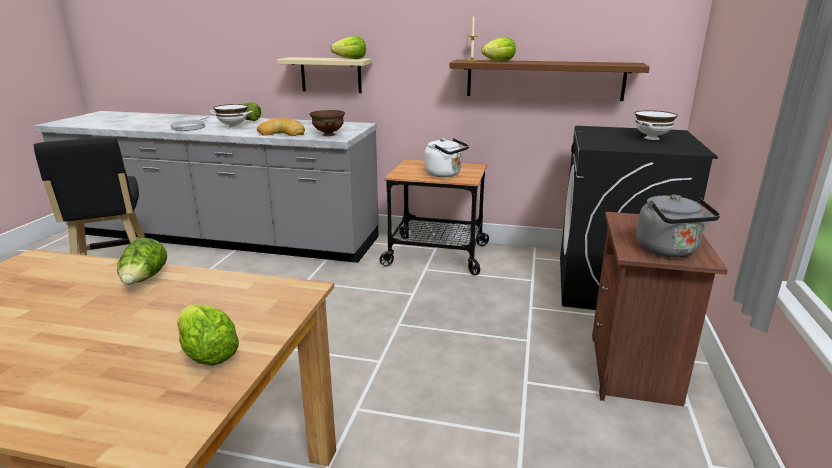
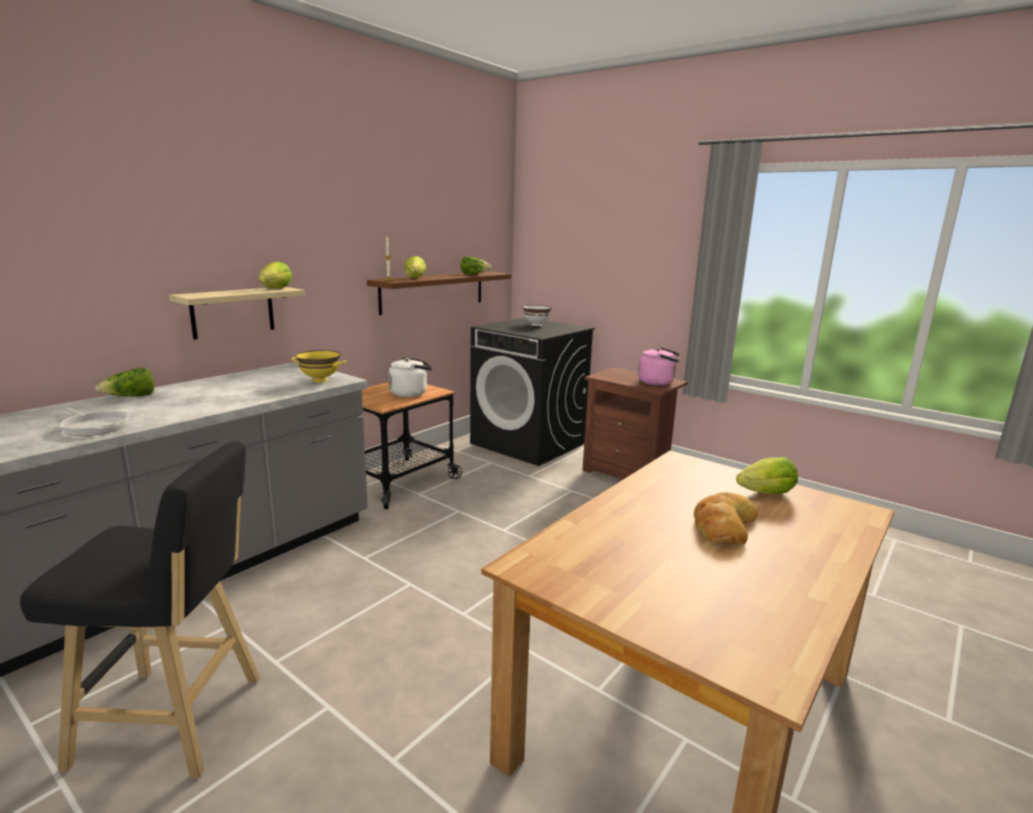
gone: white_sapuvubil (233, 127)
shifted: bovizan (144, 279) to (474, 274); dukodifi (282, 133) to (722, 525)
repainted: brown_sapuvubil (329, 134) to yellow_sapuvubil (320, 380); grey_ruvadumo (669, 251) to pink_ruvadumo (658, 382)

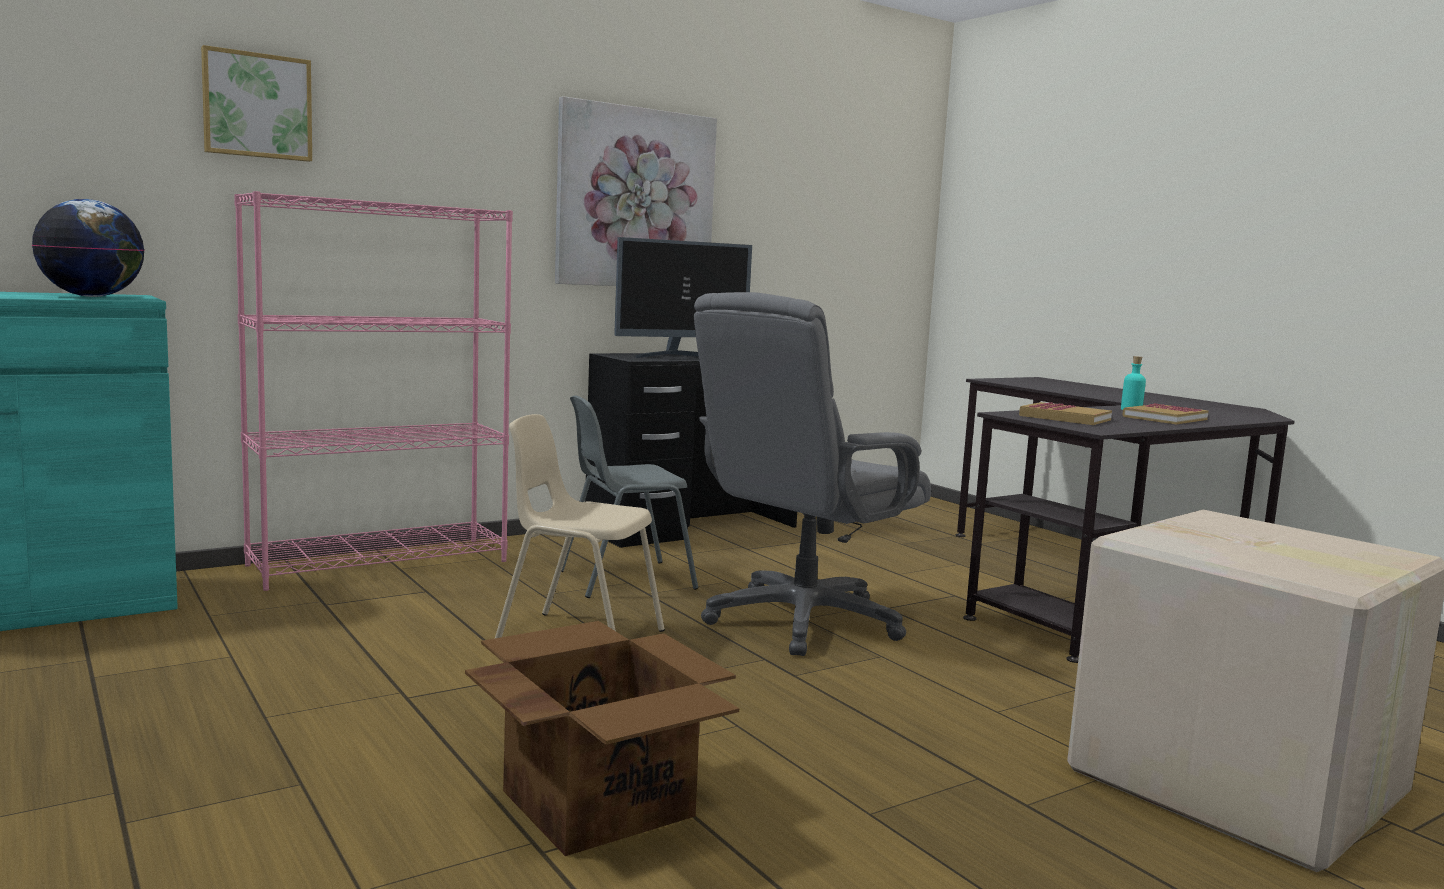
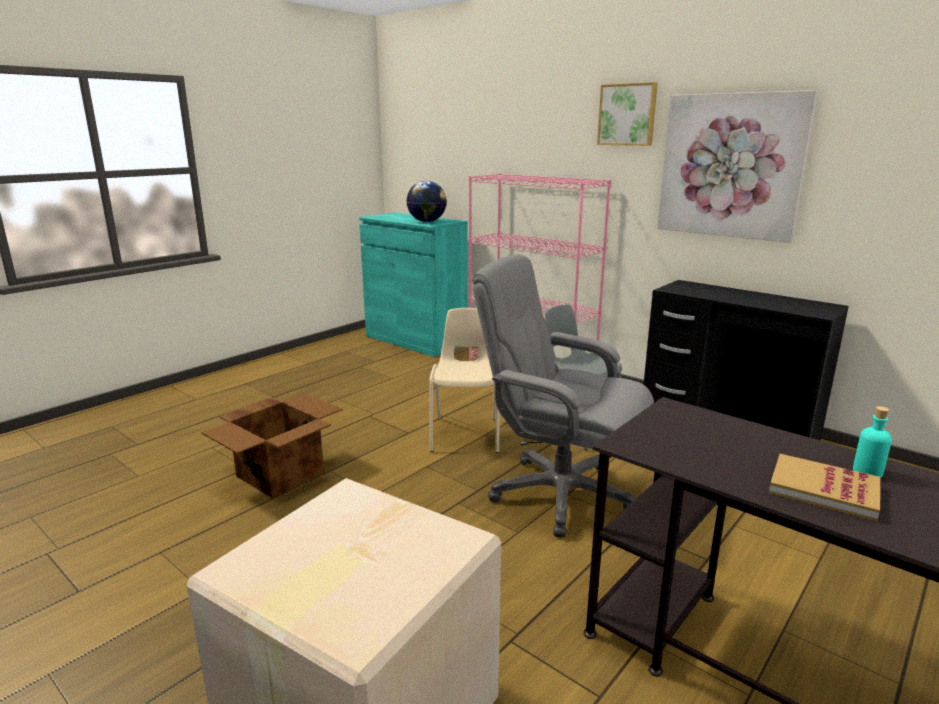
gone: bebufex (679, 356); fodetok (1065, 418)
shifted: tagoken (257, 106) to (627, 115)

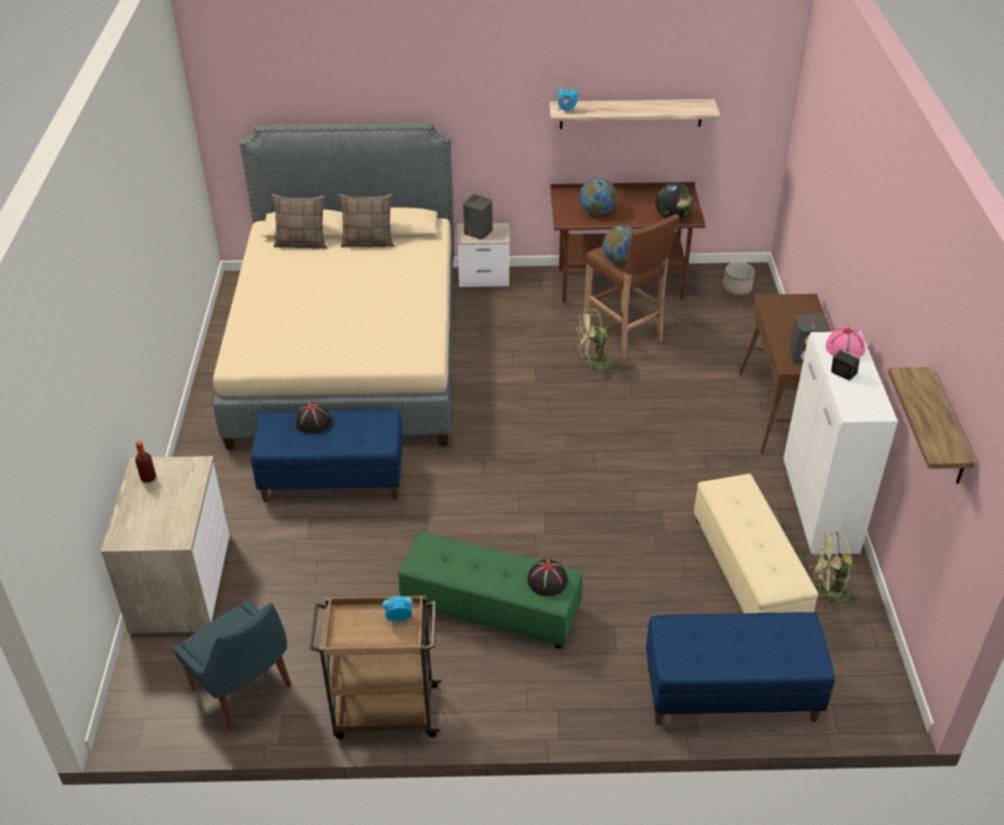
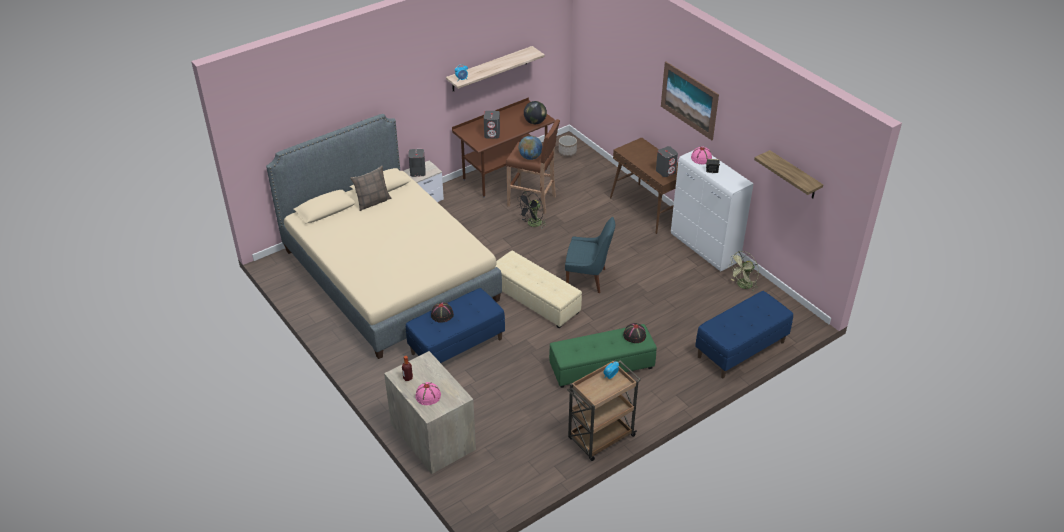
gone: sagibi (302, 243)
new: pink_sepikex (428, 396); tagoken (689, 100)
shifted: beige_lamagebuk (749, 570) to (535, 299); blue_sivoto (244, 690) to (588, 279)
swapped: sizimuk (596, 212) to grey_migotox (492, 134)
repainted: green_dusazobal (593, 365) to black_dusazobal (532, 224)

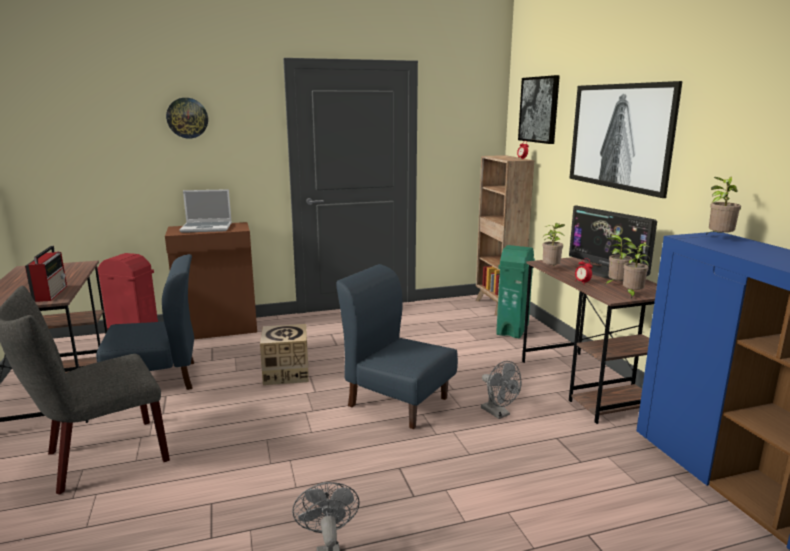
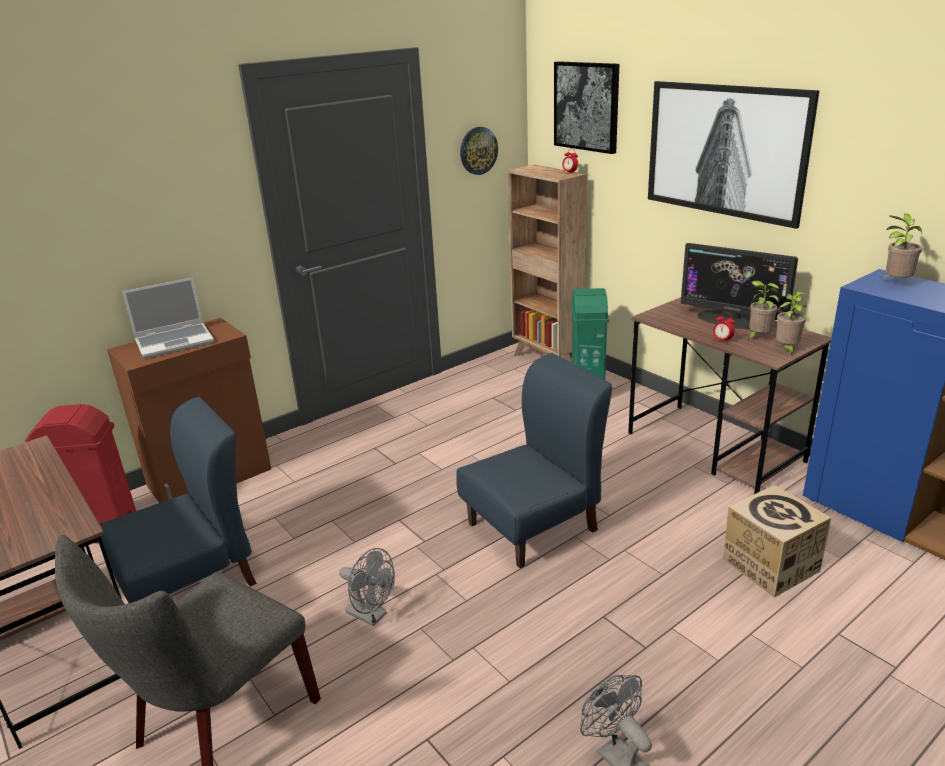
gone: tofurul (51, 293); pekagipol (551, 269)
shifted: grey_dusazobal (498, 413) to (371, 615); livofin (187, 118) to (478, 150); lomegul (286, 373) to (770, 565)
rotated: blue_sivoto (397, 401) = (533, 527) 135 degrees clockwise

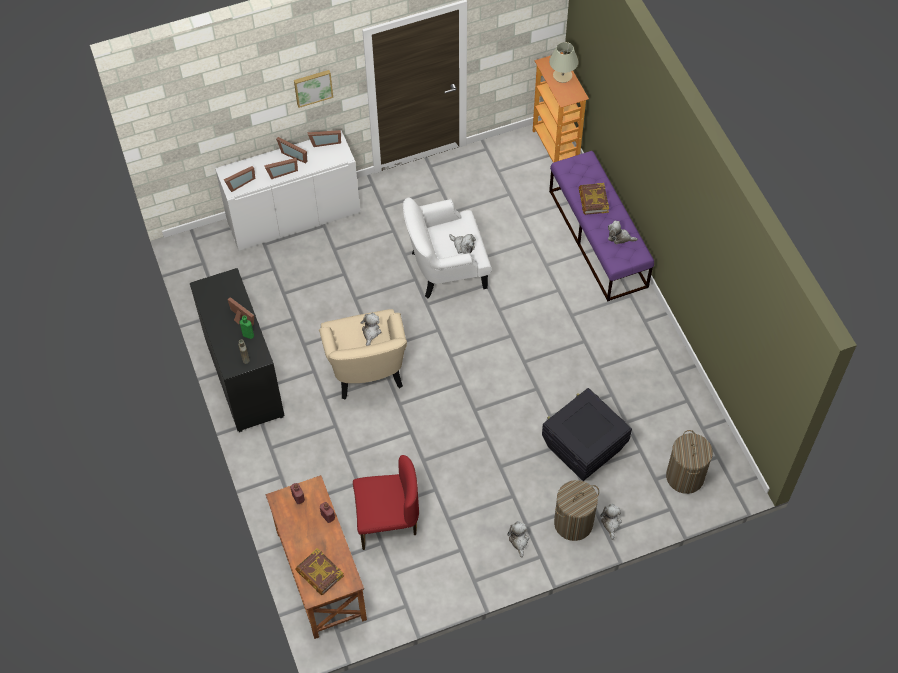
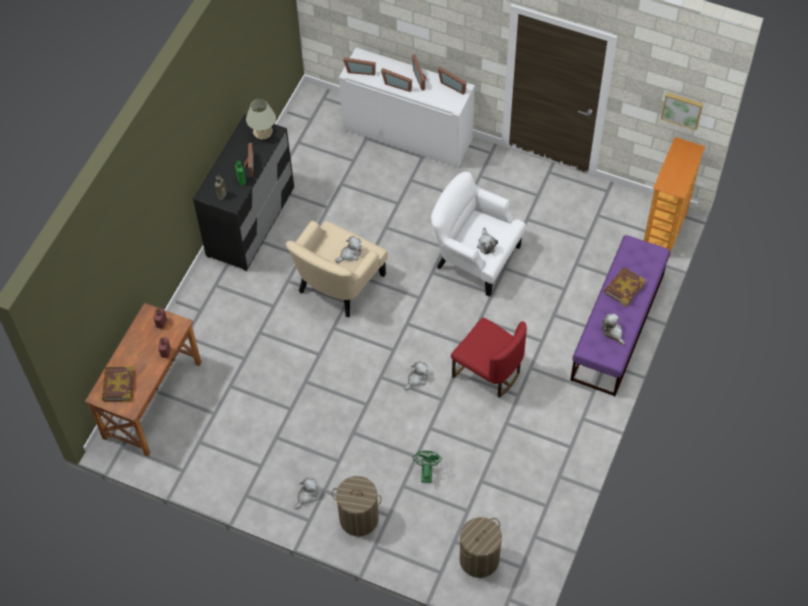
shifted: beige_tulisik (562, 76) to (262, 132); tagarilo (611, 523) to (416, 379); red_sivoto (387, 521) to (488, 372); tagoken (313, 87) to (682, 109)
swapped: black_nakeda (583, 448) to green_dusazobal (426, 472)

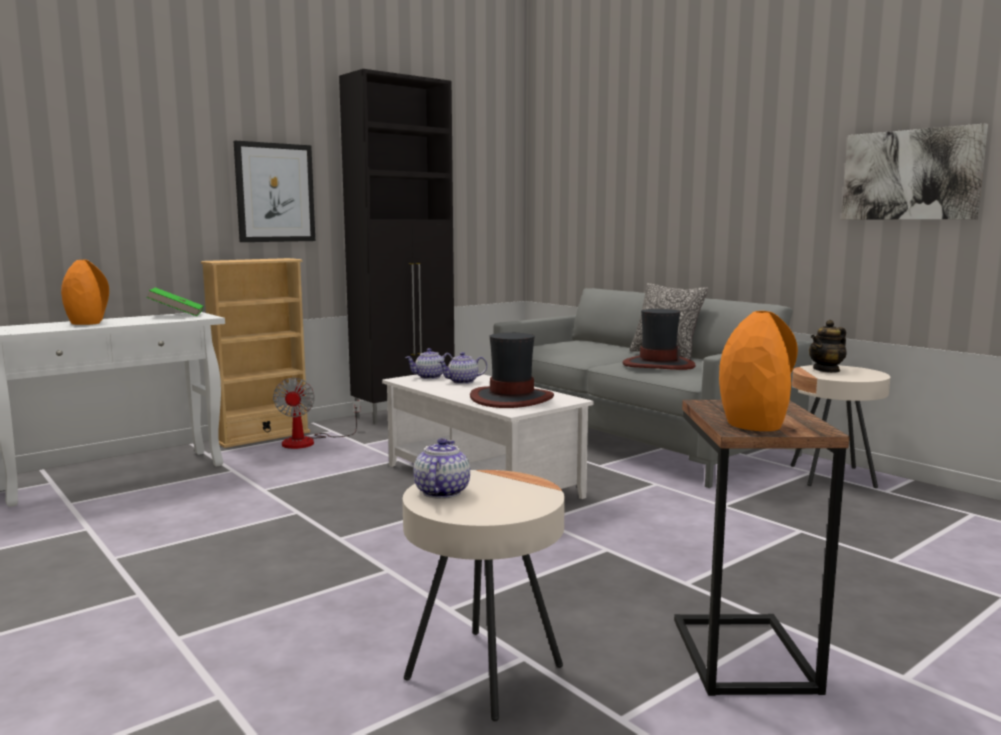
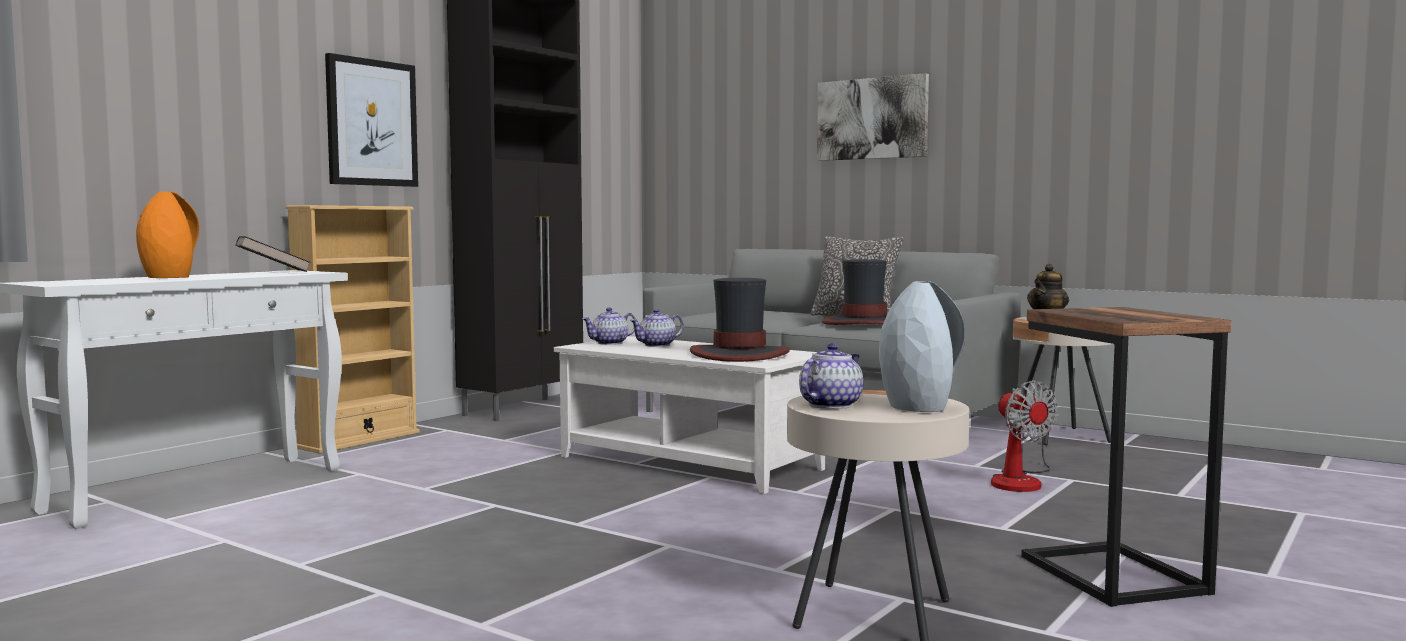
gone: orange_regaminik (754, 424)
new: grey_regaminik (919, 407)
shifted: tagoken (911, 175) to (872, 119); dusazobal (308, 441) to (1020, 481)
repainted: green_fodetok (176, 315) to black_fodetok (273, 271)
rotated: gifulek (441, 492) = (830, 405) 45 degrees clockwise

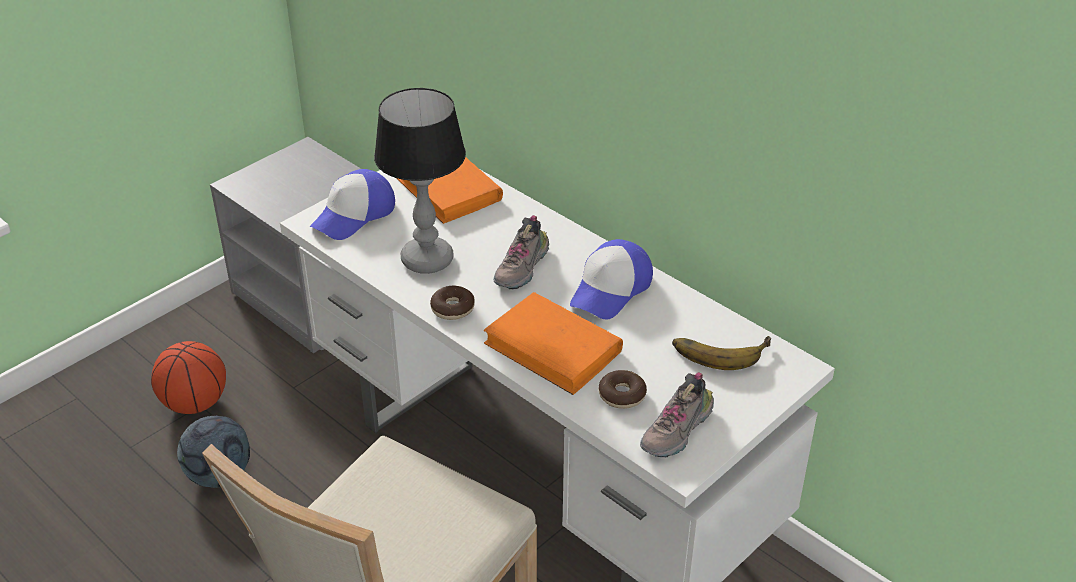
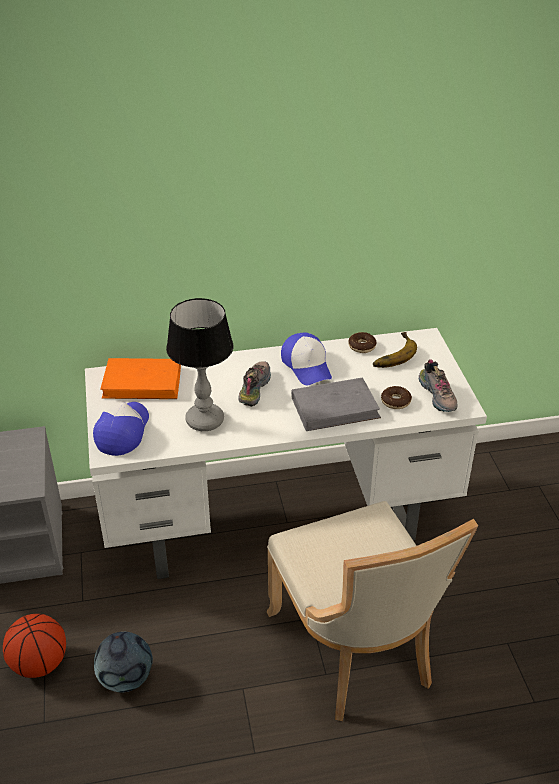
shifted: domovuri (452, 308) to (362, 346)
repainted: orange_fodetok (553, 348) to grey_fodetok (335, 408)
rotated: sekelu (354, 215) = (123, 432) 150 degrees counterclockwise; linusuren (522, 268) = (254, 388) 135 degrees counterclockwise

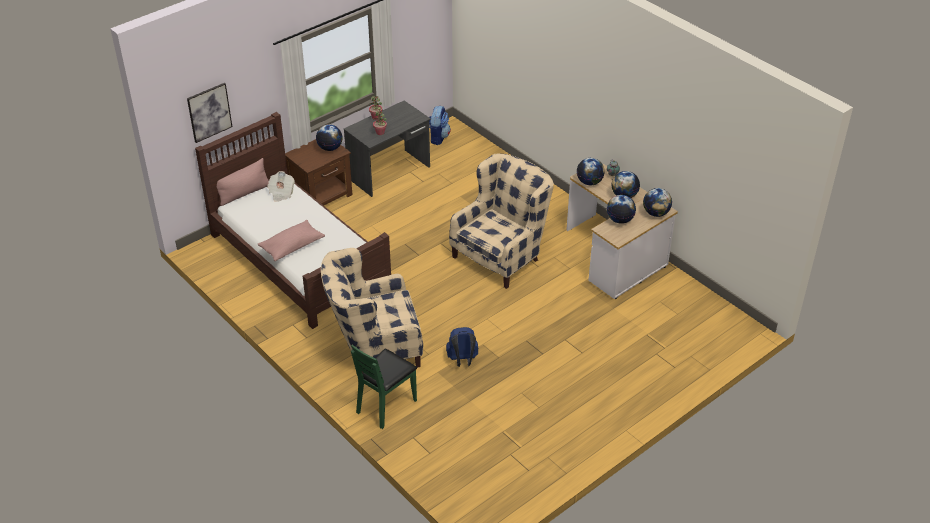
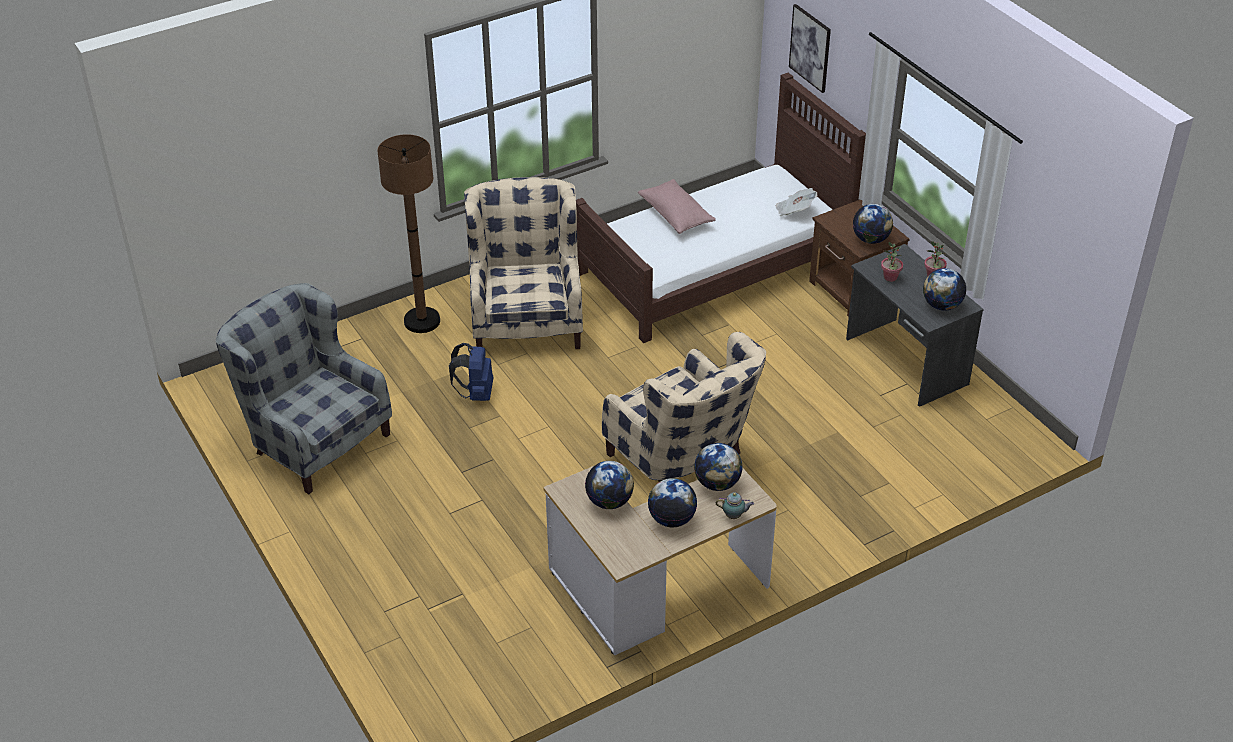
gone: pink_sagibi (244, 193); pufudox (438, 137)
new: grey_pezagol (313, 439)
shifted: sizimuk (656, 213) to (941, 305)
swapped: green_sivoto (386, 405) to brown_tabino (422, 321)

